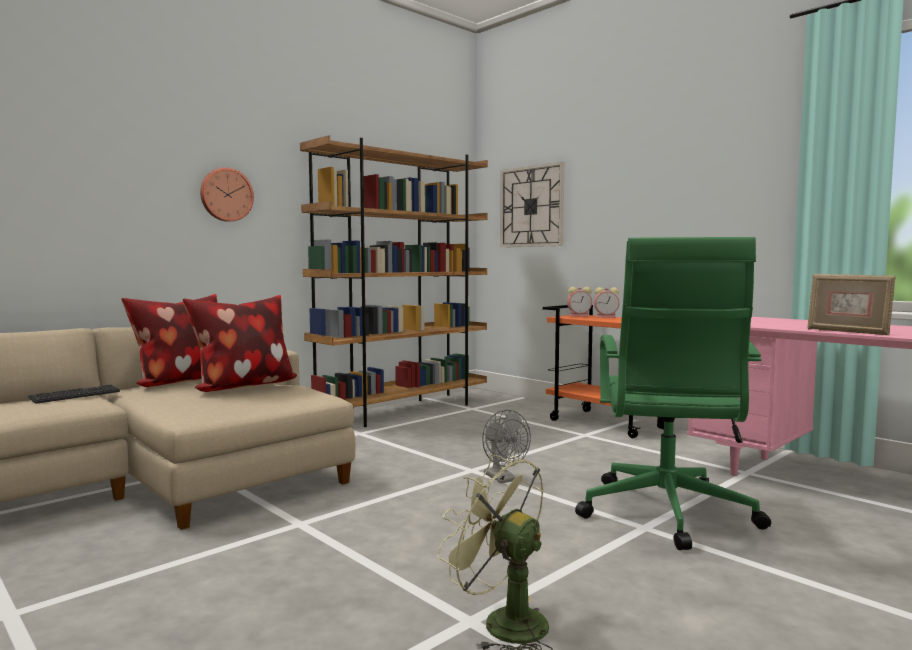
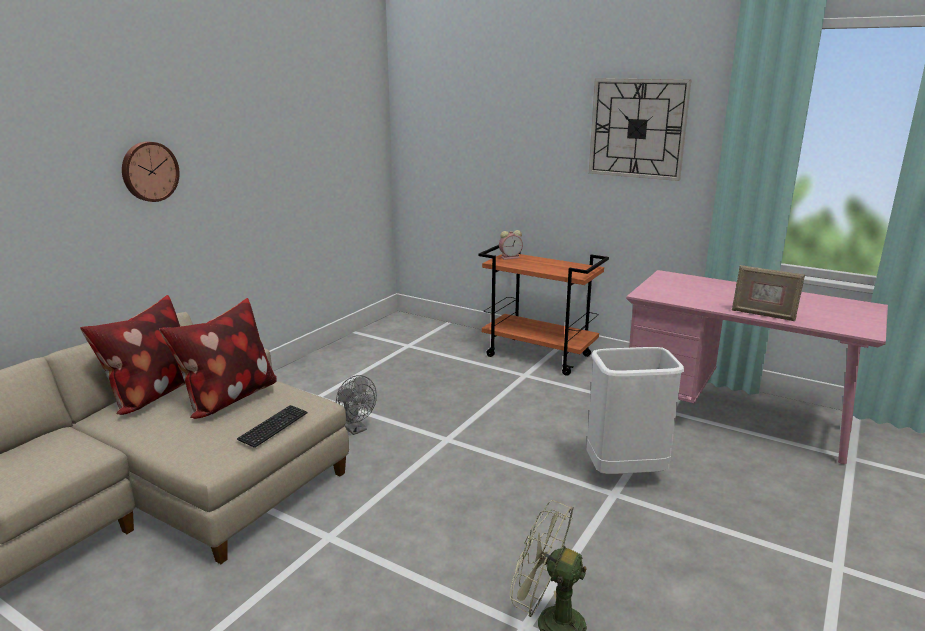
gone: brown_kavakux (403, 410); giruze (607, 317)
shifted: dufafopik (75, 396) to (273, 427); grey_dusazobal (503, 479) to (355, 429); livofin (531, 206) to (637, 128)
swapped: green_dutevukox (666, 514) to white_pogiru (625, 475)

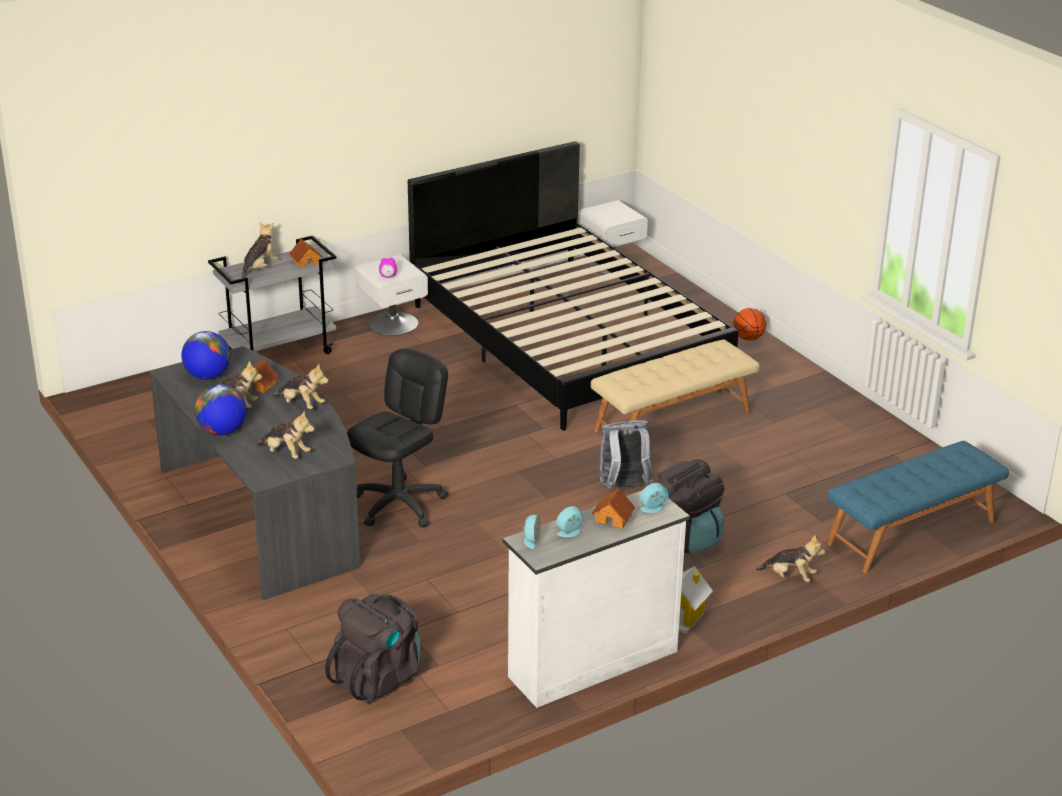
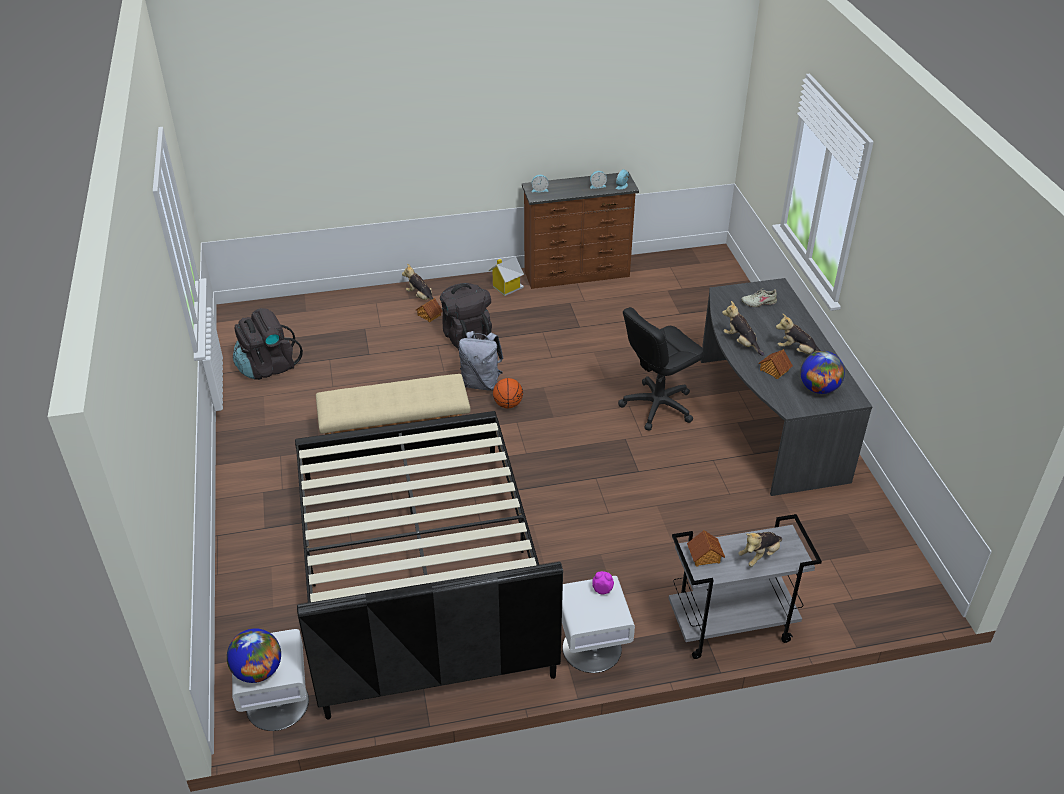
gone: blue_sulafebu (912, 533)
shifted: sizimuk (222, 431) to (258, 671); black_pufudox (378, 678) to (268, 367); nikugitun (613, 518) to (429, 315); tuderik (748, 338) to (508, 404)
swapped: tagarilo (286, 453) to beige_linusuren (759, 302)
repainted: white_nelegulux (591, 663) to brown_nelegulux (577, 274)

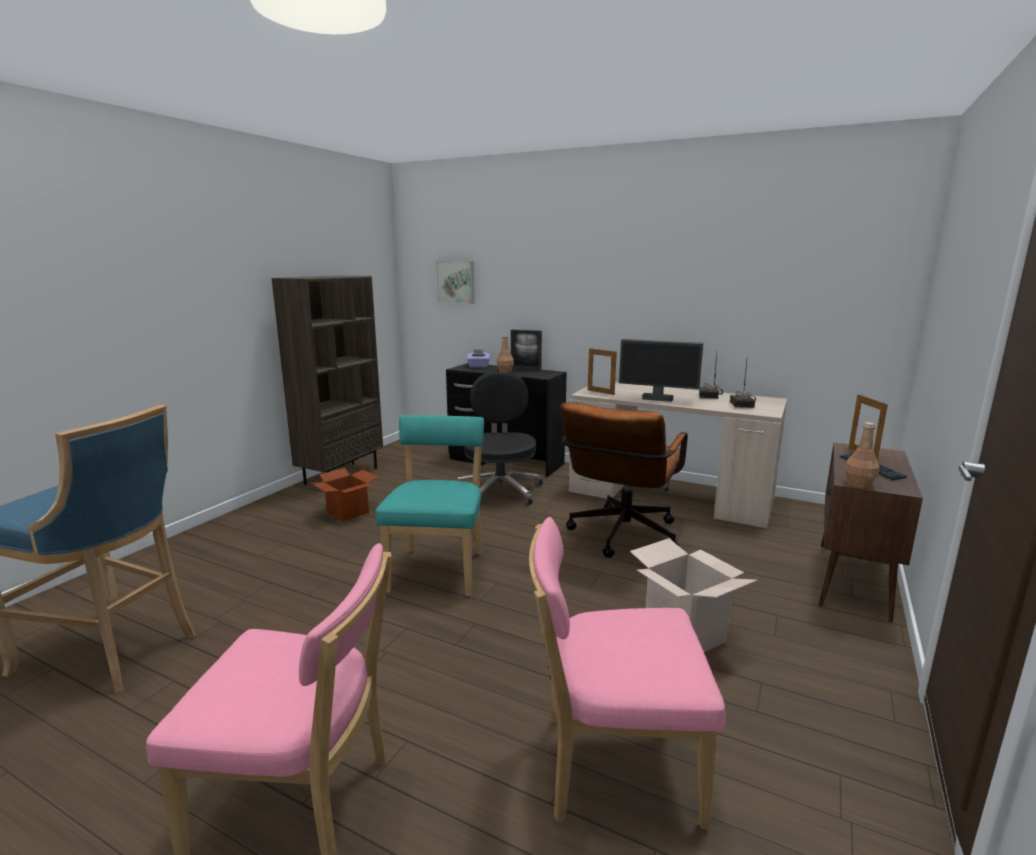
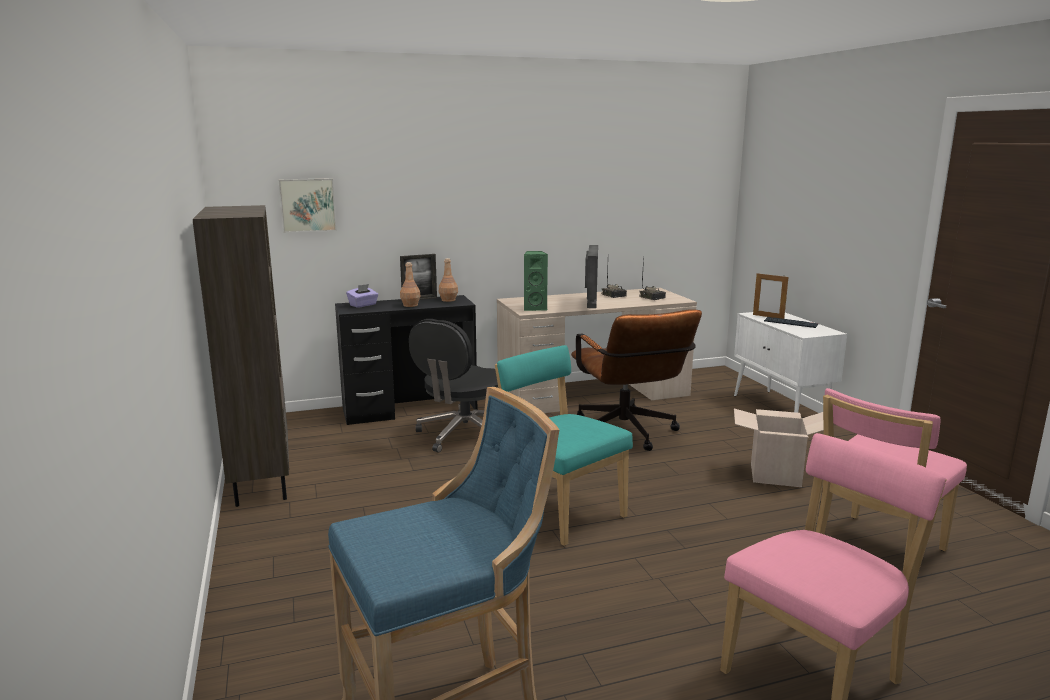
gone: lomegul (347, 512)
shifted: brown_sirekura (859, 484) to (448, 300)
swapped: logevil (600, 392) to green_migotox (535, 308)
repainted: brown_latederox (852, 580) to white_latederox (781, 410)
rotated: black_dutevukox (500, 490) = (463, 435) 105 degrees counterclockwise; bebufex (657, 399) = (590, 305) 60 degrees counterclockwise

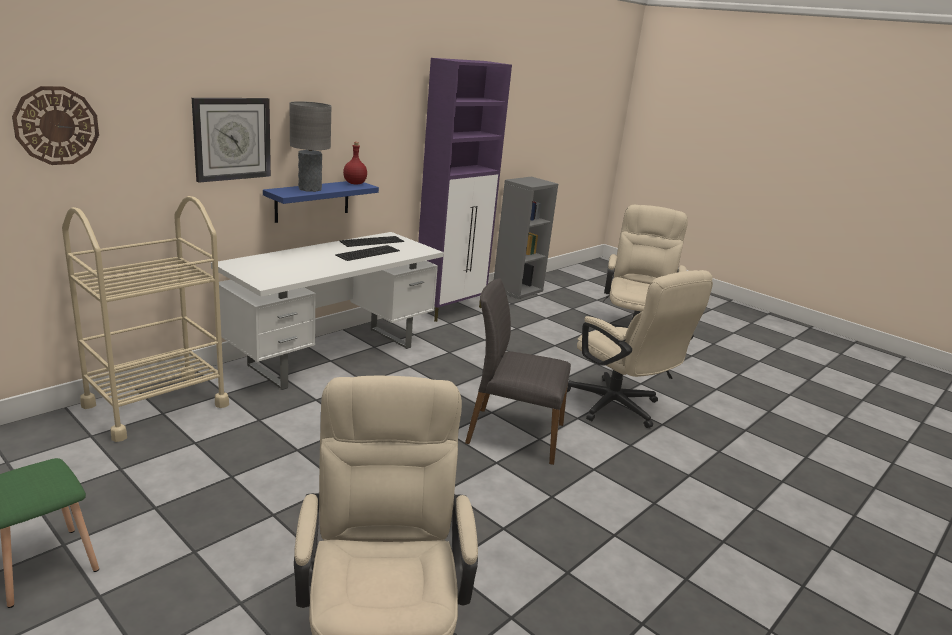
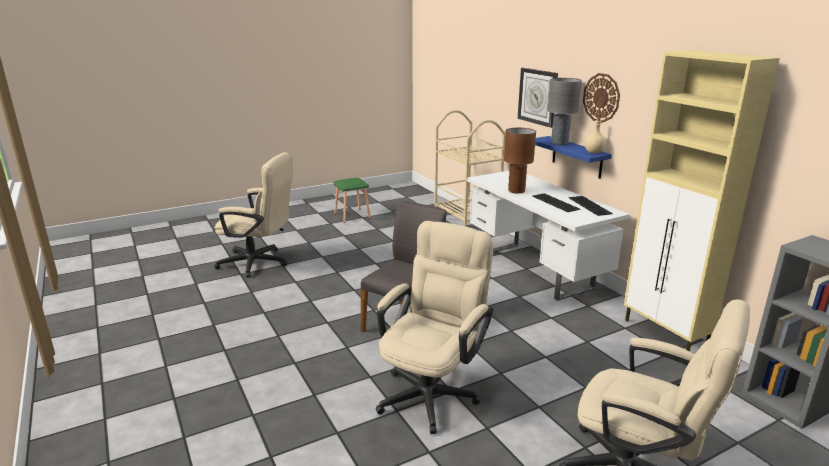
new: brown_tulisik (516, 191)
shifted: livofin (56, 125) to (601, 98)
repainted: red_sirekura (355, 183) to beige_sirekura (594, 152); purple_latederox (450, 310) to beige_latederox (665, 334)
rotated: beige_dutevukox (619, 408) = (432, 391) 135 degrees clockwise

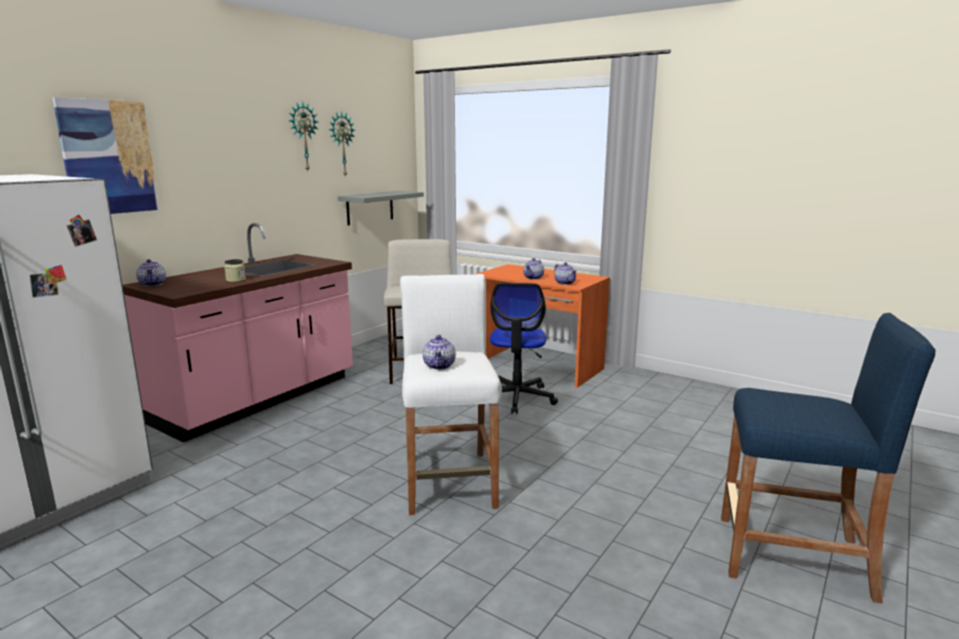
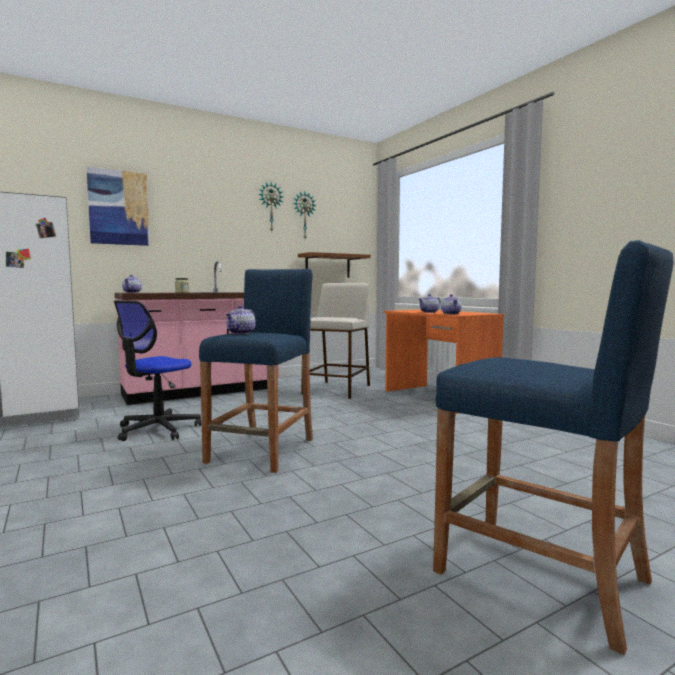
shifted: dutevukox (517, 398) to (157, 430)
repainted: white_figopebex (450, 481) to blue_figopebex (262, 450); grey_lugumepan (370, 207) to brown_lugumepan (327, 266)

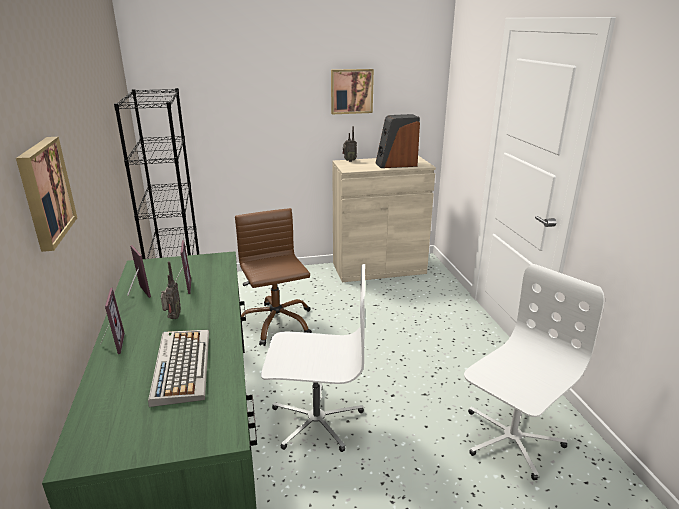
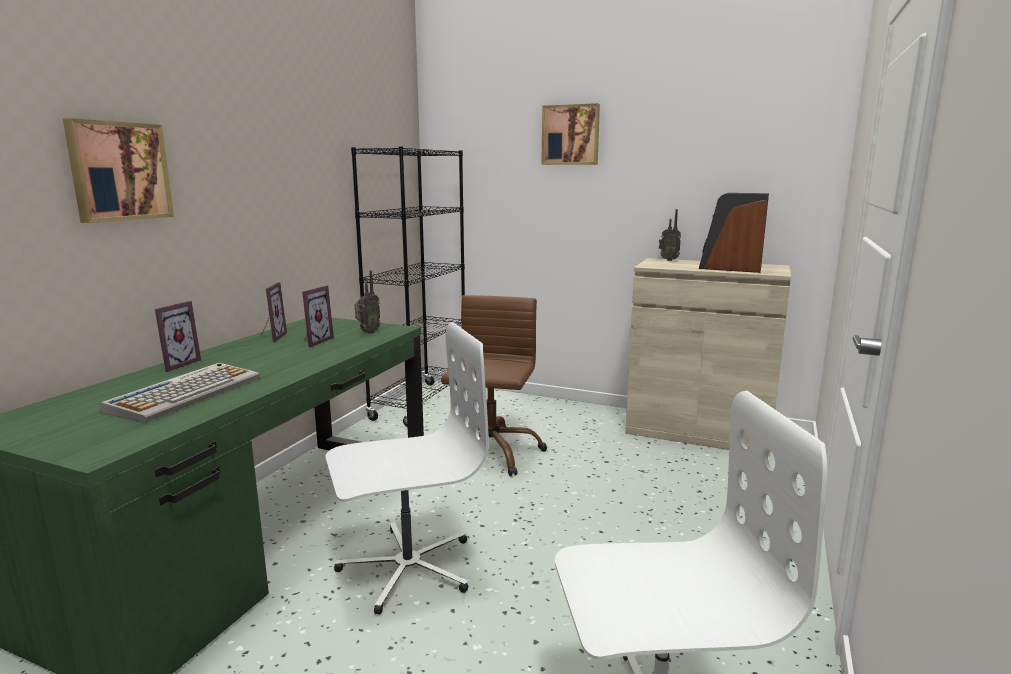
shifted: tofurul (172, 318) to (367, 332); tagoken (351, 91) to (571, 135)
rotated: white_dutevukox (316, 420) = (407, 567) 60 degrees counterclockwise

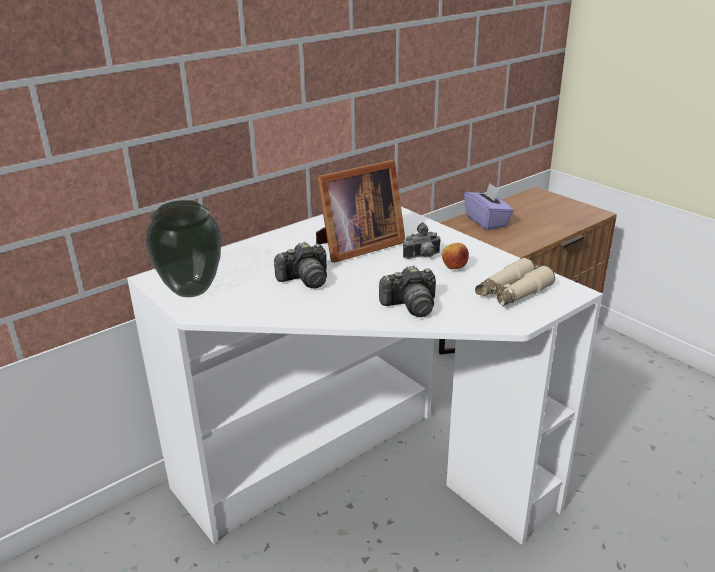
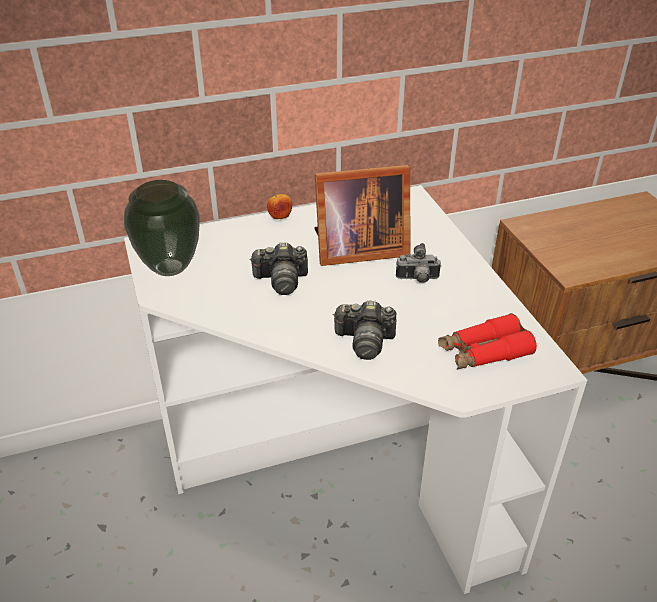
gone: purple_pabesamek (487, 221)
shifted: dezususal (454, 268) to (280, 217)
repainted: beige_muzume (512, 292) to red_muzume (484, 352)

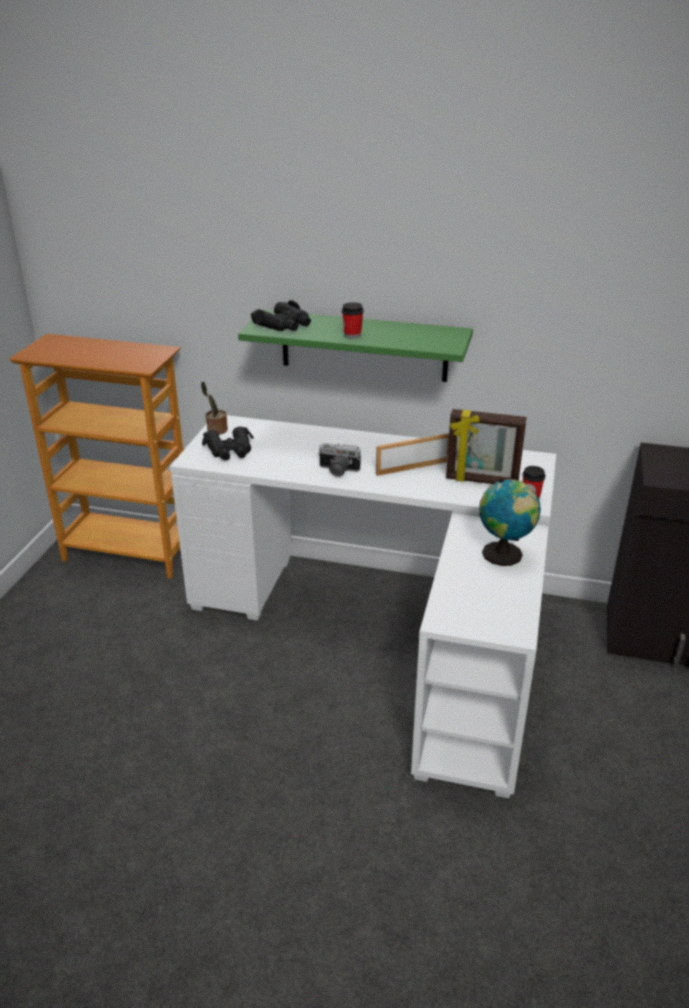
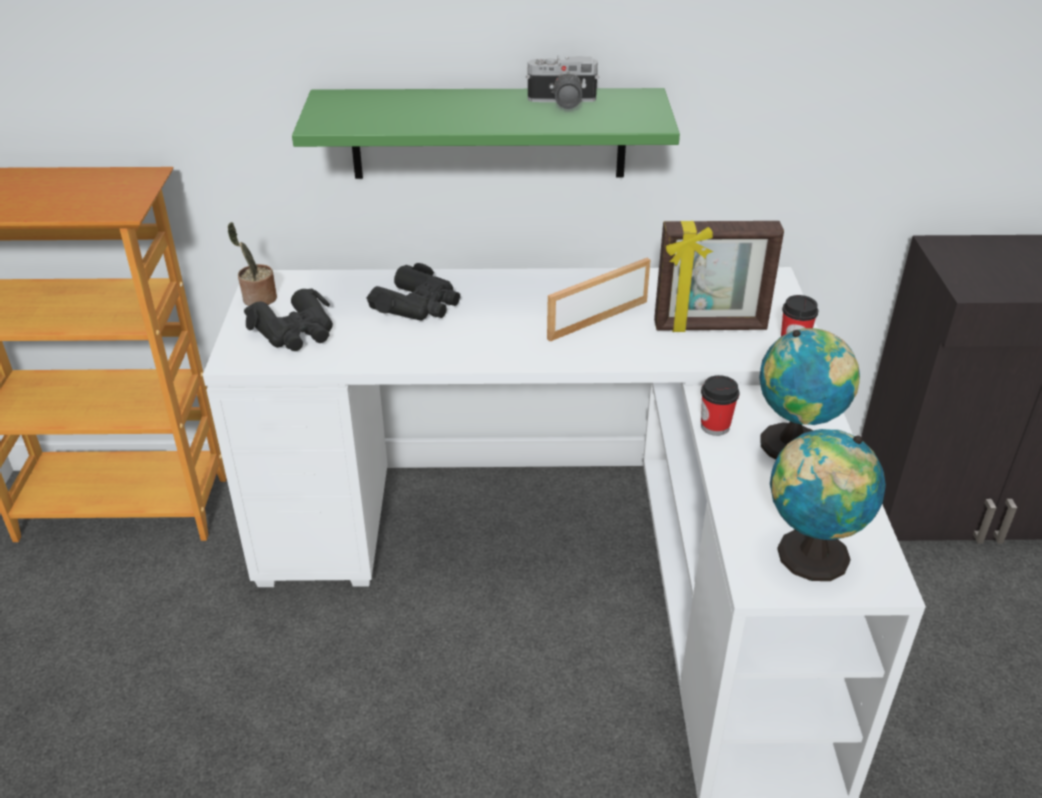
new: sizimuk (808, 557)
shifted: black_muzume (284, 325) to (418, 305); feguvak (337, 471) to (562, 103); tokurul (352, 335) to (715, 426)

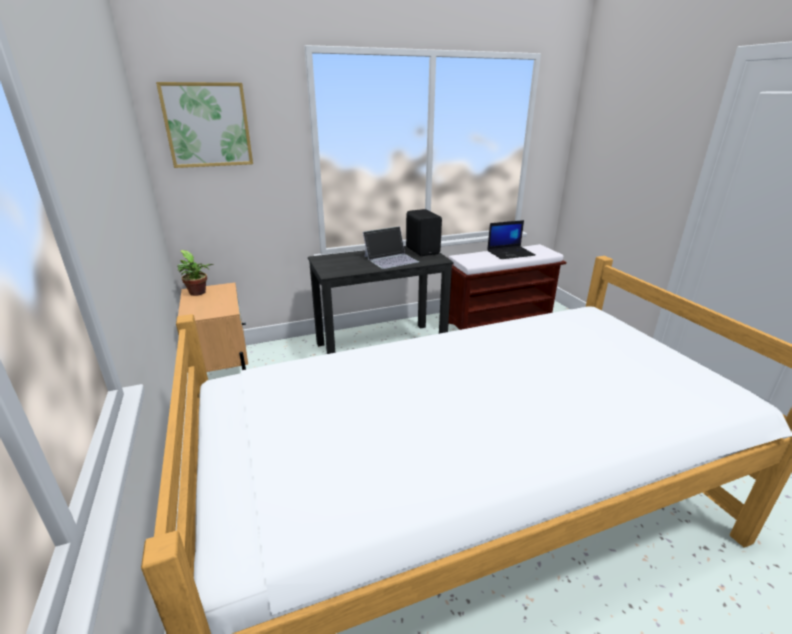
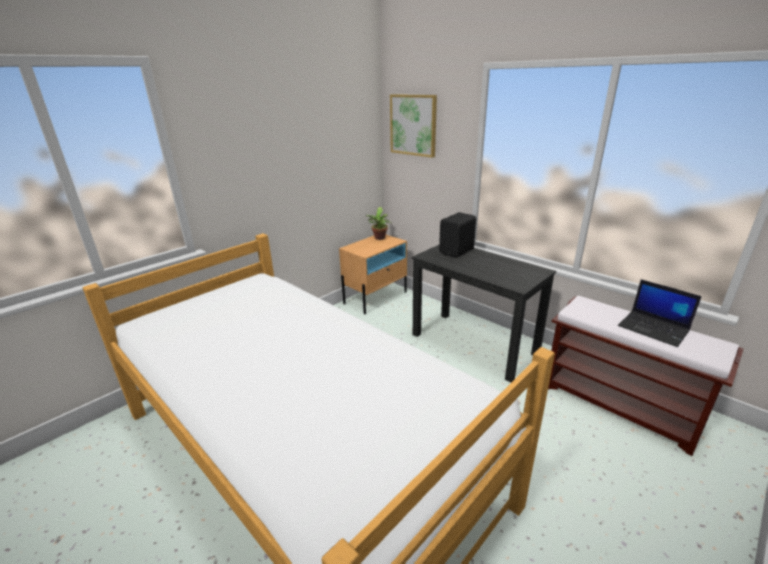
gone: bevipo (391, 259)
shifted: black_migotox (423, 250) to (457, 251)

